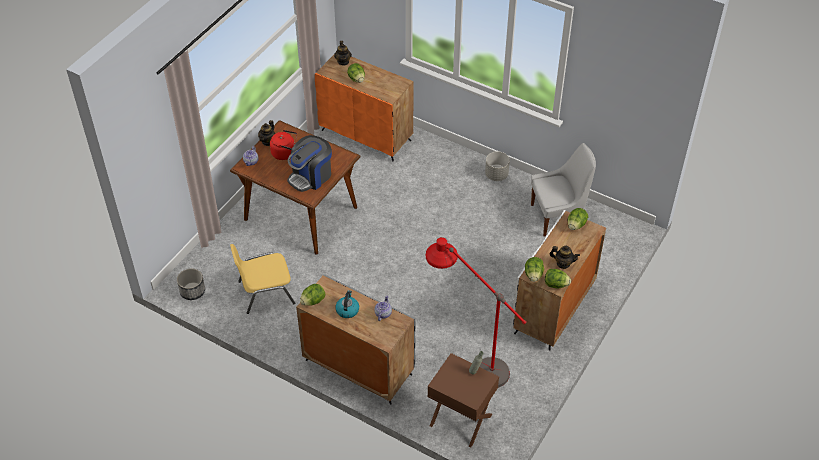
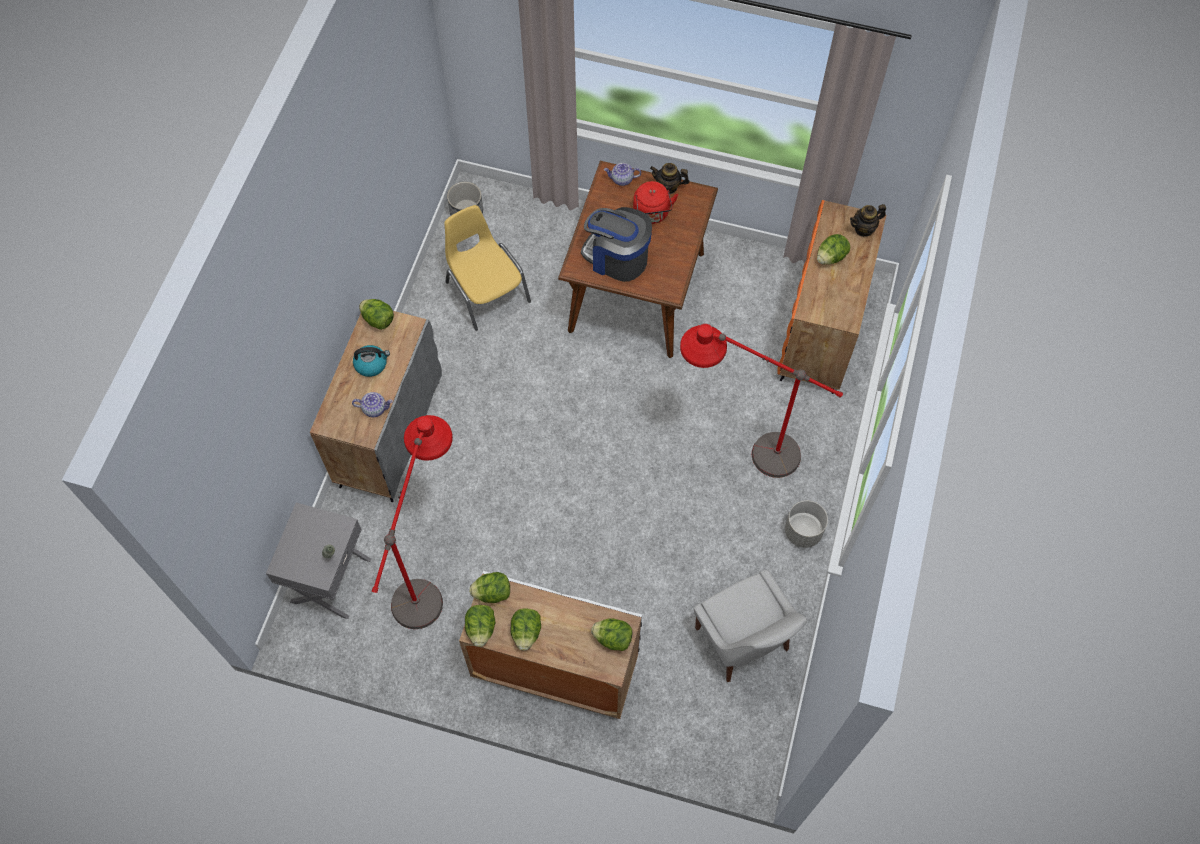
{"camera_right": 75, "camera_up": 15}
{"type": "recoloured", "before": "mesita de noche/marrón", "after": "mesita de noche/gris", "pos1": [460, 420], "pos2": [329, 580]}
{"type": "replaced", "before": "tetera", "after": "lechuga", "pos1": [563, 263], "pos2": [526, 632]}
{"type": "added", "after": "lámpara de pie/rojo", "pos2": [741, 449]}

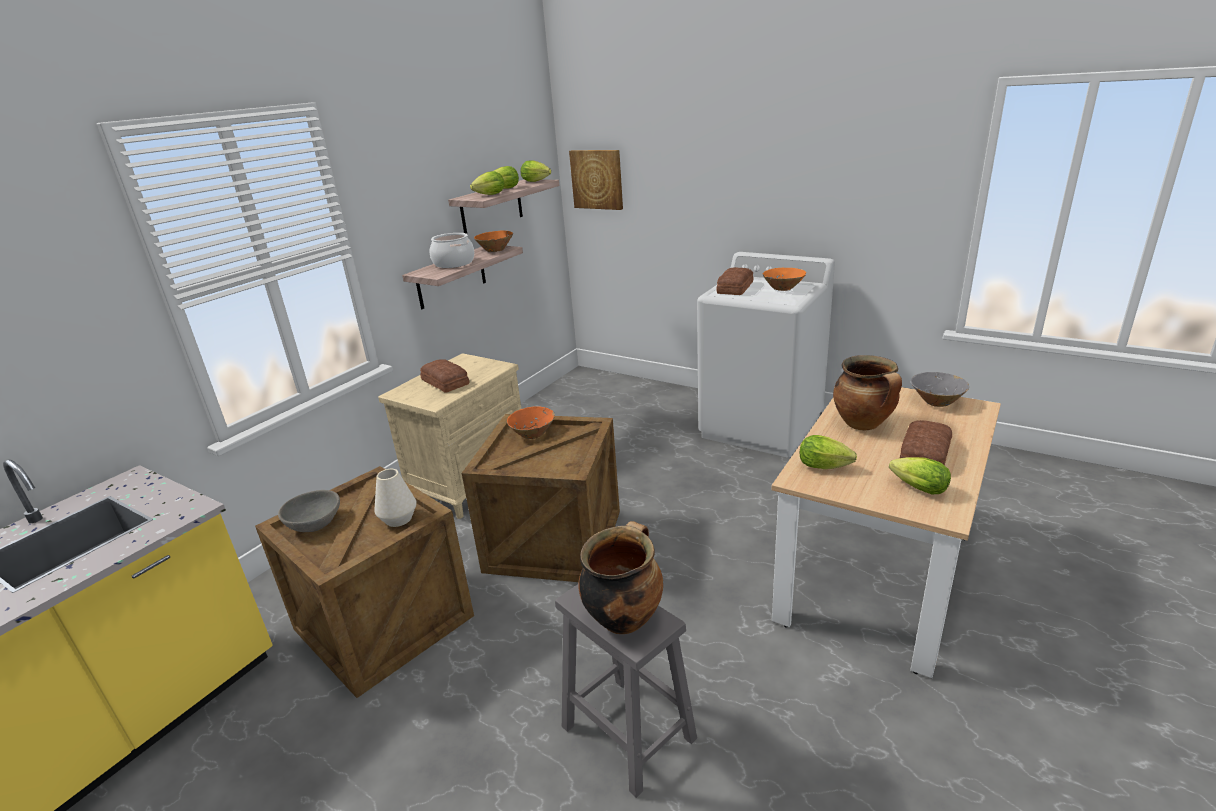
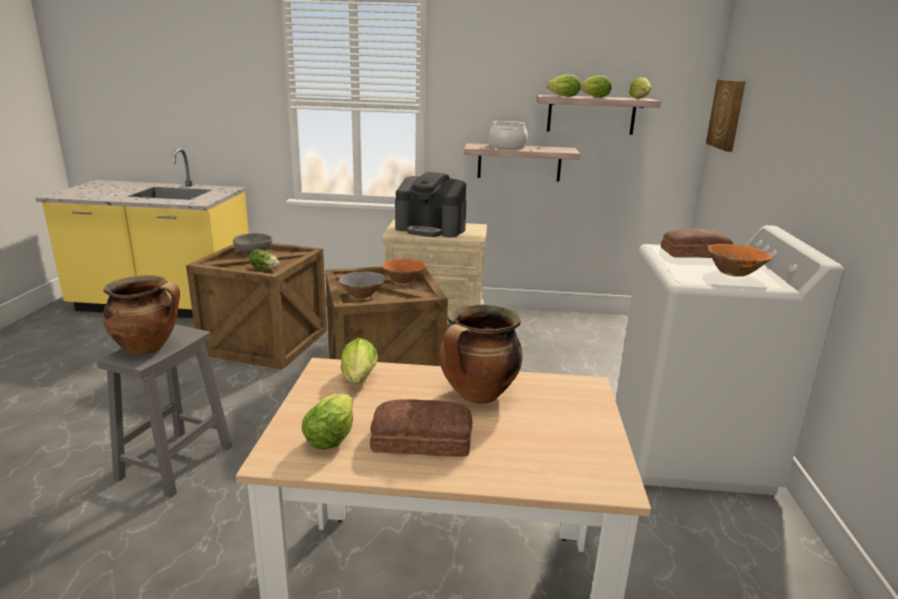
{"camera_right": 60, "camera_up": -5}
{"type": "replaced", "before": "florero/blanco", "after": "lechuga", "pos1": [398, 519], "pos2": [266, 269]}
{"type": "moved", "before": "cuenco/gris", "pos1": [936, 402], "pos2": [362, 295]}
{"type": "replaced", "before": "pan", "after": "cafetera", "pos1": [445, 381], "pos2": [431, 229]}
{"type": "removed", "before": "cuenco/naranja", "pos1": [495, 250]}

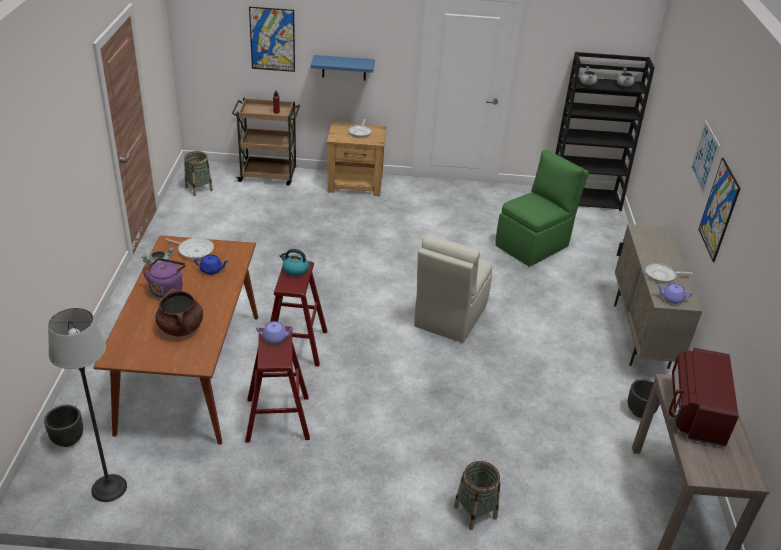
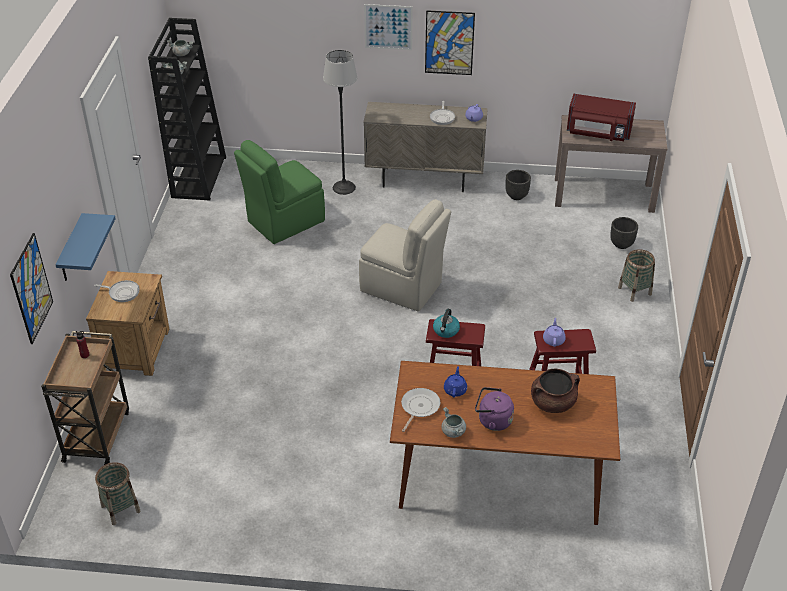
{"camera_right": -85, "camera_up": 5}
{"type": "turned", "before": "silla/verde", "pos1": [533, 245], "pos2": [284, 222], "turn": -90}
{"type": "moved", "before": "lámpara de pie", "pos1": [109, 488], "pos2": [344, 187]}
{"type": "moved", "before": "maceta/negro", "pos1": [67, 440], "pos2": [622, 244]}

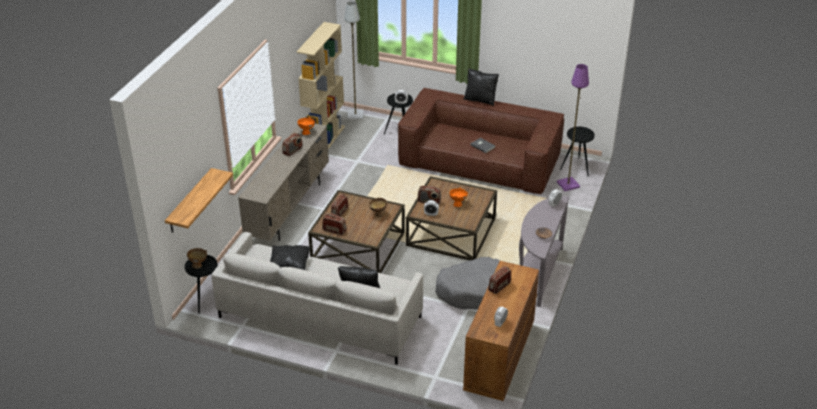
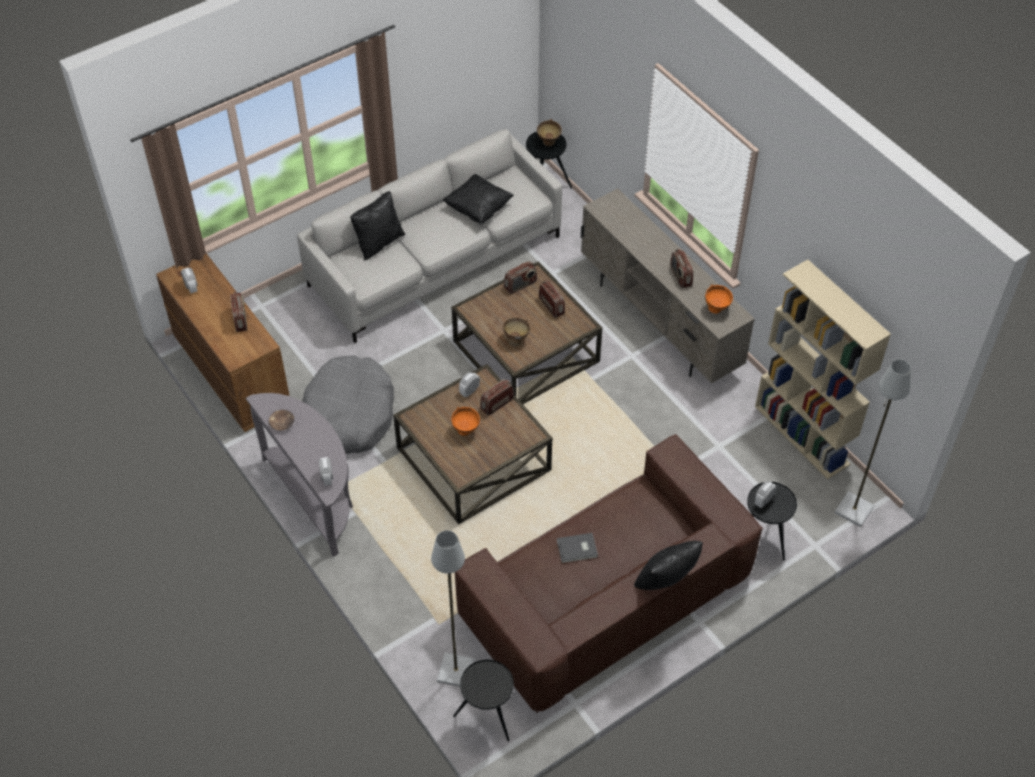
{"camera_right": 125, "camera_up": 15}
{"type": "recoloured", "before": "lámpara de pie/morado", "after": "lámpara de pie/gris", "pos1": [568, 184], "pos2": [456, 671]}
{"type": "removed", "before": "estante", "pos1": [190, 201]}

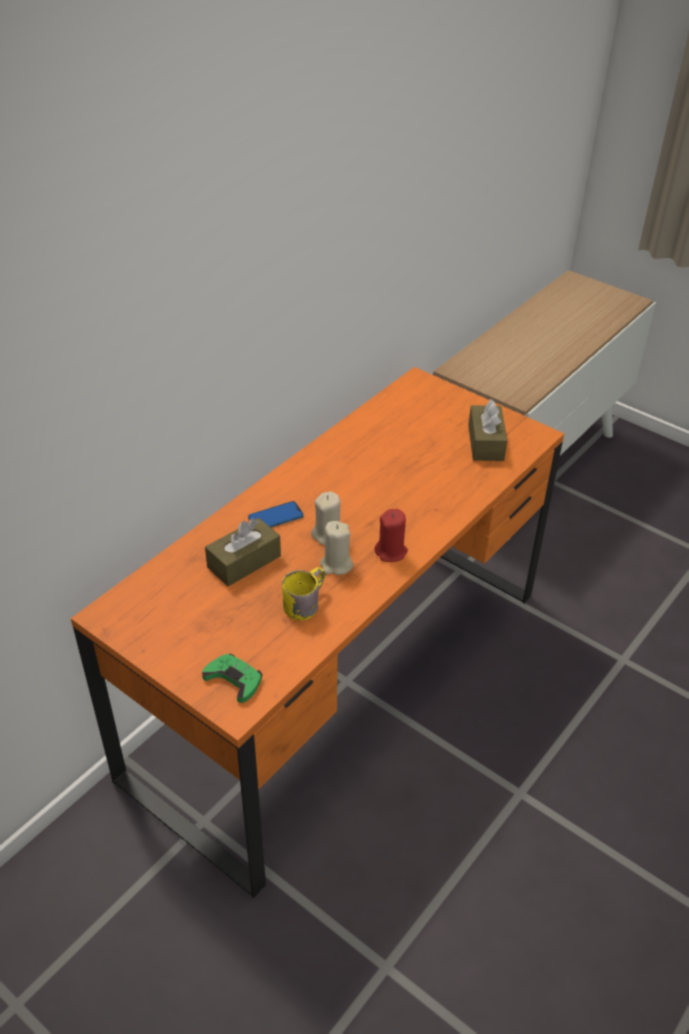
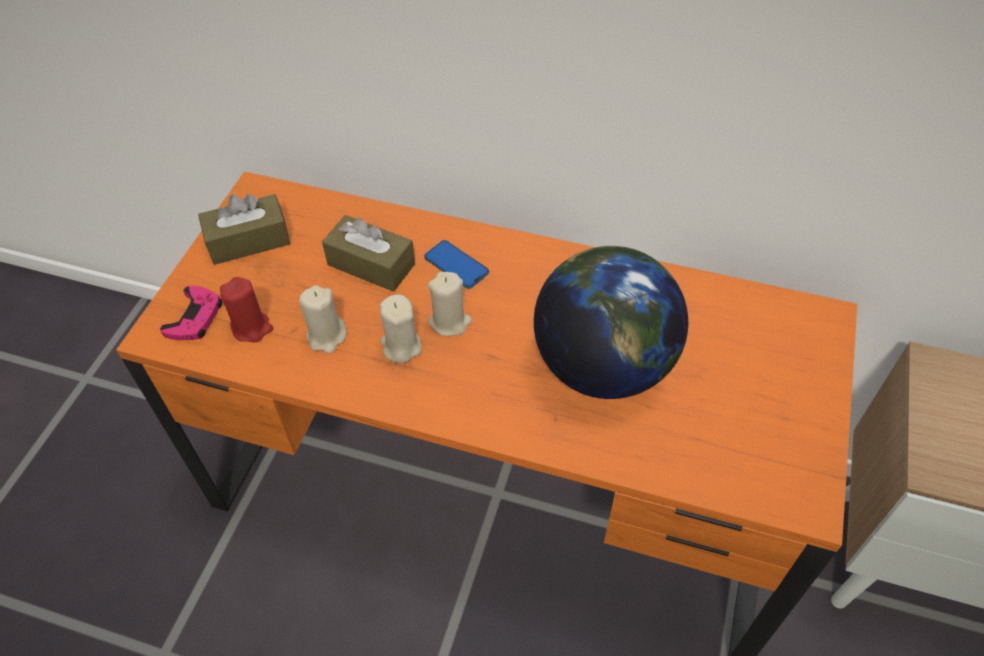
{"camera_right": 70, "camera_up": 10}
{"type": "recoloured", "before": "mando de consola/verde", "after": "mando de consola/rosa", "pos1": [234, 680], "pos2": [195, 318]}
{"type": "moved", "before": "caja de pañuelos/marrón", "pos1": [485, 442], "pos2": [248, 241]}
{"type": "moved", "before": "vela/rojo", "pos1": [391, 552], "pos2": [251, 327]}
{"type": "replaced", "before": "taza grande/amarillo", "after": "vela/beis", "pos1": [303, 602], "pos2": [326, 336]}
{"type": "added", "after": "globo terráqueo", "pos2": [603, 365]}

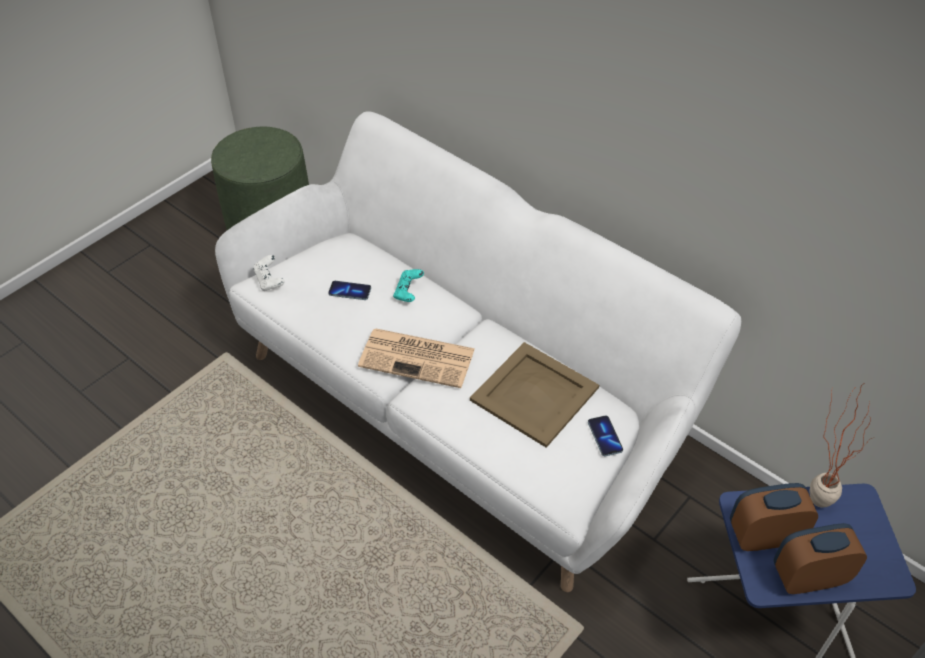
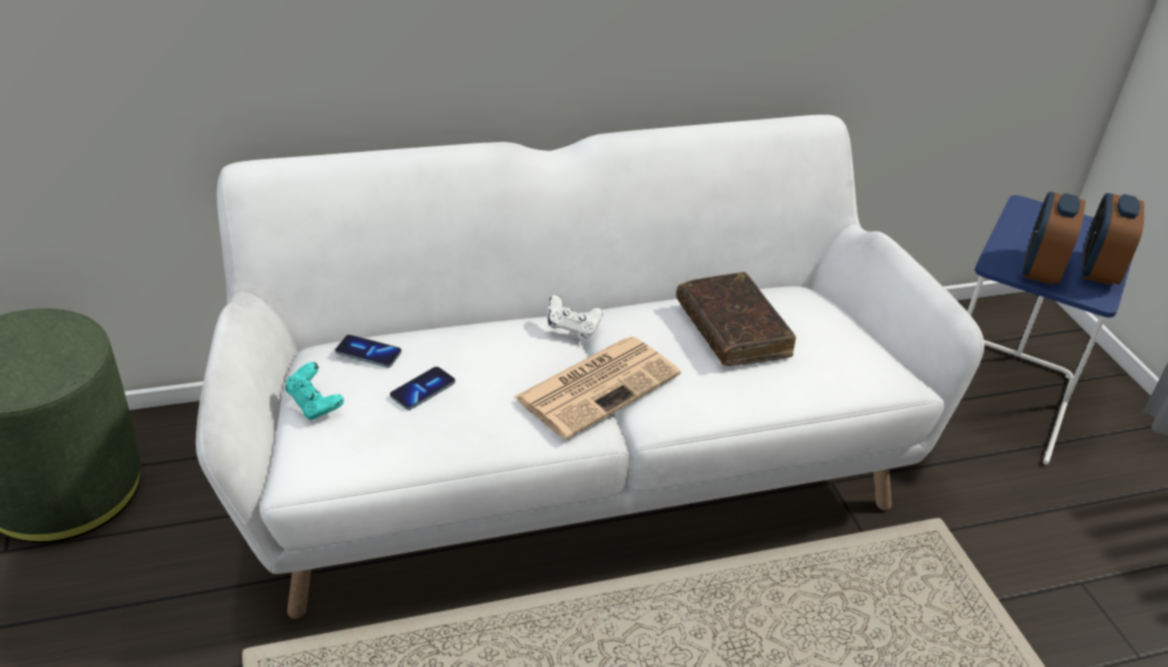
{"camera_right": -60, "camera_up": -10}
{"type": "moved", "before": "mando de consola/turquesa", "pos1": [408, 293], "pos2": [314, 404]}
{"type": "moved", "before": "móvil", "pos1": [605, 436], "pos2": [368, 353]}
{"type": "moved", "before": "mando de consola/blanco", "pos1": [269, 281], "pos2": [572, 328]}
{"type": "replaced", "before": "bandeja/beis", "after": "libro/marrón", "pos1": [533, 394], "pos2": [732, 330]}
{"type": "removed", "before": "planta en maceta", "pos1": [812, 494]}

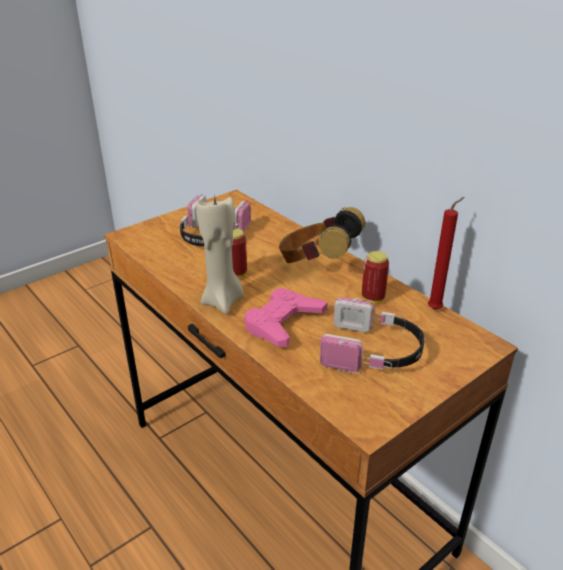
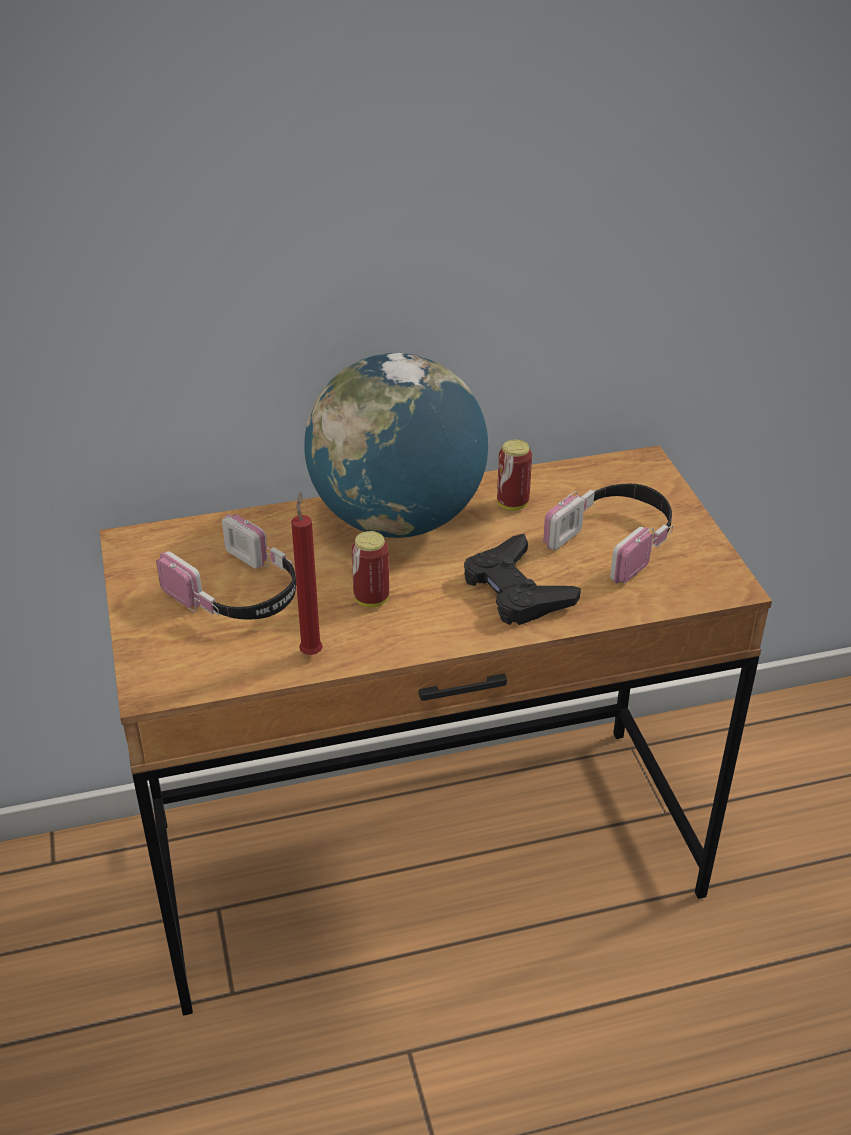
{"camera_right": -65, "camera_up": 5}
{"type": "moved", "before": "vela/rojo", "pos1": [436, 309], "pos2": [311, 651]}
{"type": "replaced", "before": "auriculares", "after": "globo terráqueo", "pos1": [317, 263], "pos2": [397, 520]}
{"type": "recoloured", "before": "mando de consola/rosa", "after": "mando de consola/negro", "pos1": [283, 322], "pos2": [516, 590]}
{"type": "removed", "before": "vela/beis", "pos1": [223, 301]}

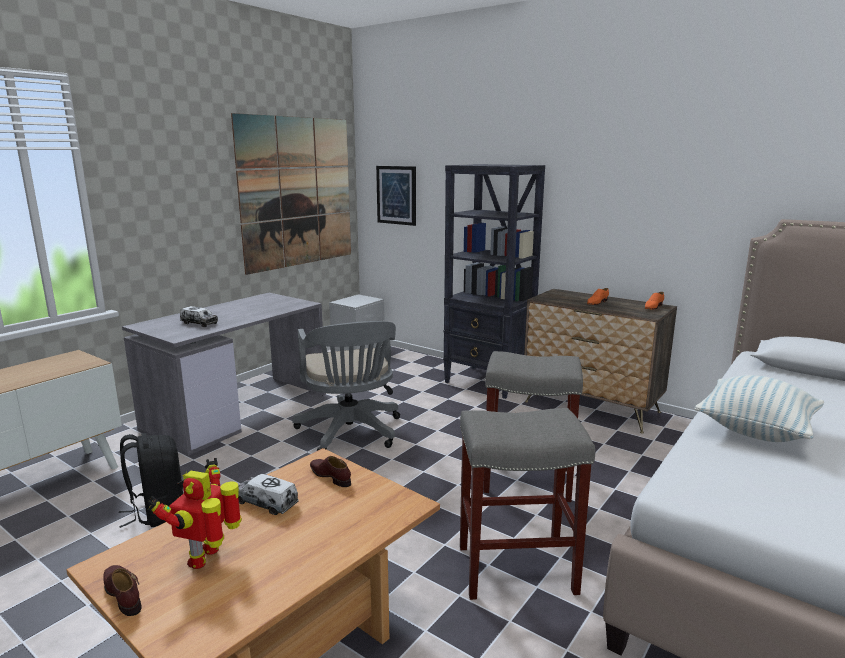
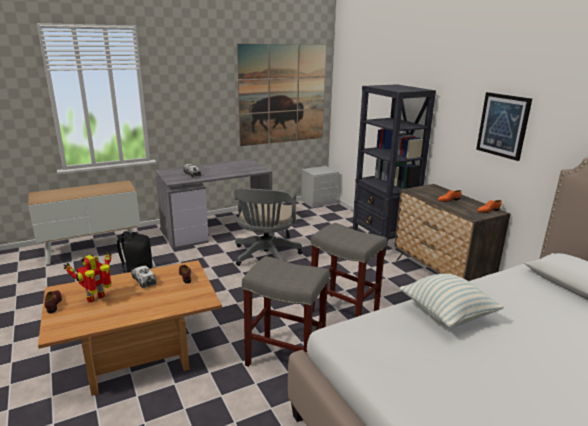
{"camera_right": 25, "camera_up": 5}
{"type": "moved", "before": "cuadro", "pos1": [396, 195], "pos2": [503, 125]}

